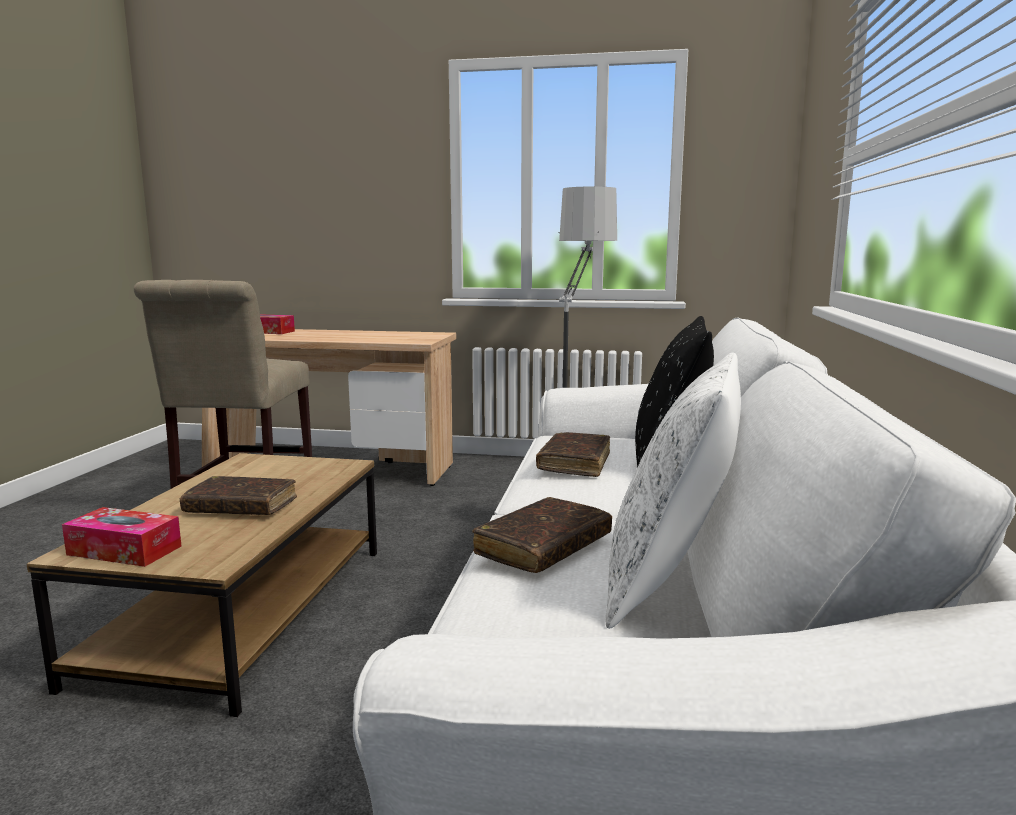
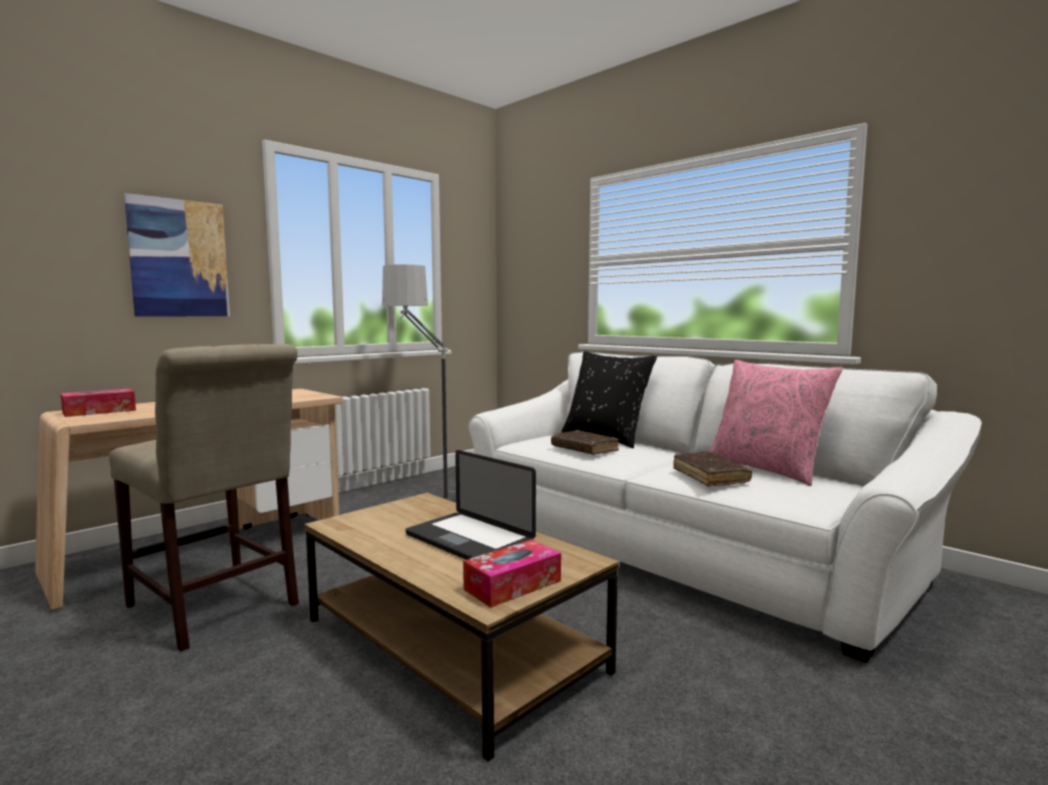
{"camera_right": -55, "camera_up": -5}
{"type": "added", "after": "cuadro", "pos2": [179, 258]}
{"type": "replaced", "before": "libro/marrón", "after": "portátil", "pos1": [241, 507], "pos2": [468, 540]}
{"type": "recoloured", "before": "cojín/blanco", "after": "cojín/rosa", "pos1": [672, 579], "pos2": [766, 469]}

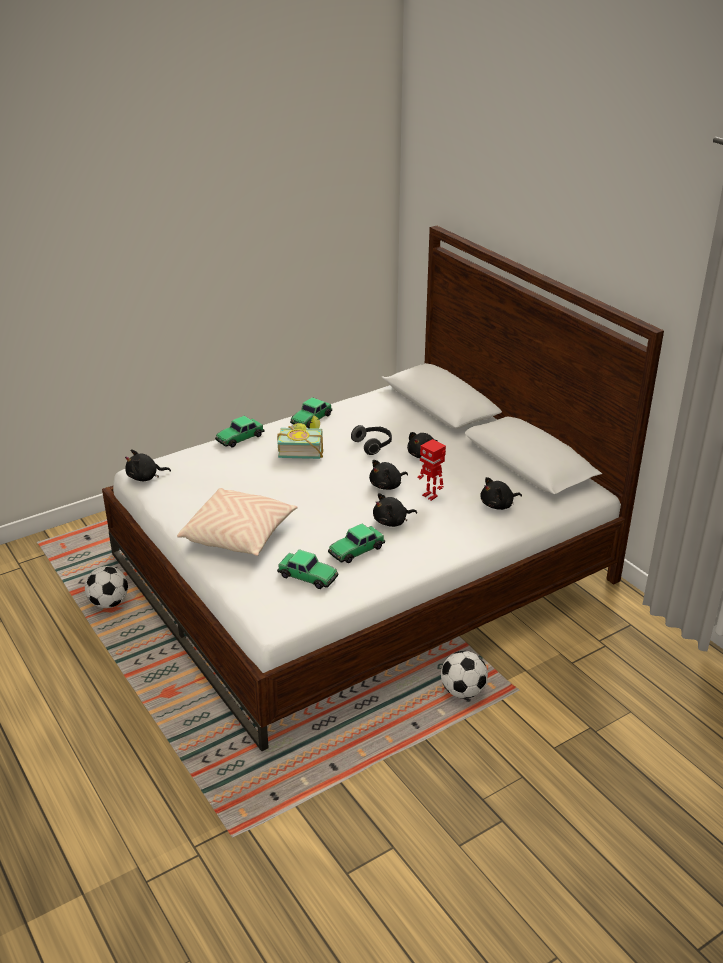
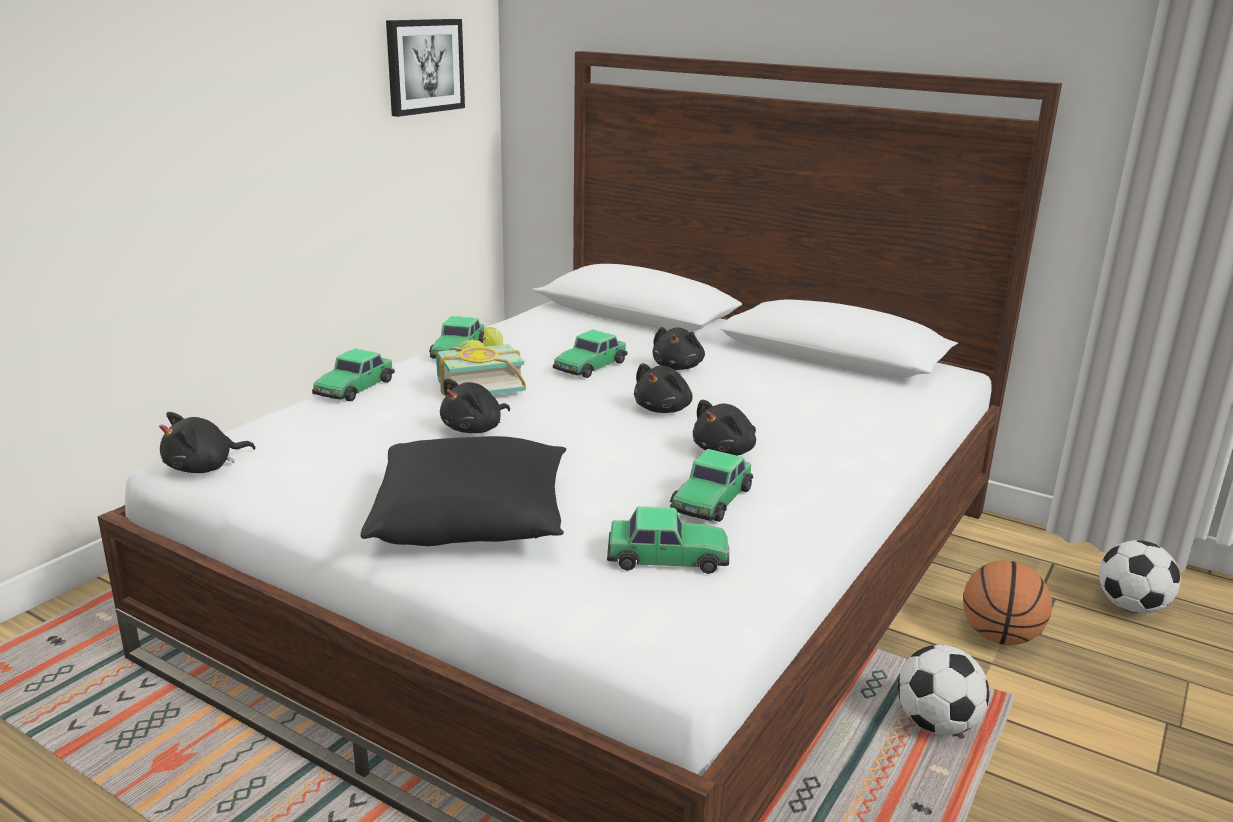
{"camera_right": -25, "camera_up": -10}
{"type": "recoloured", "before": "cojín/beis", "after": "cojín/negro", "pos1": [239, 535], "pos2": [471, 520]}
{"type": "added", "after": "cuadro", "pos2": [424, 66]}
{"type": "moved", "before": "peluche/negro", "pos1": [498, 505], "pos2": [475, 429]}
{"type": "replaced", "before": "auriculares", "after": "coche de juguete", "pos1": [373, 445], "pos2": [590, 366]}
{"type": "added", "after": "balón de baloncesto", "pos2": [999, 637]}
{"type": "moved", "before": "balón de fútbol", "pos1": [109, 603], "pos2": [1130, 607]}
{"type": "removed", "before": "robot de juguete", "pos1": [430, 496]}

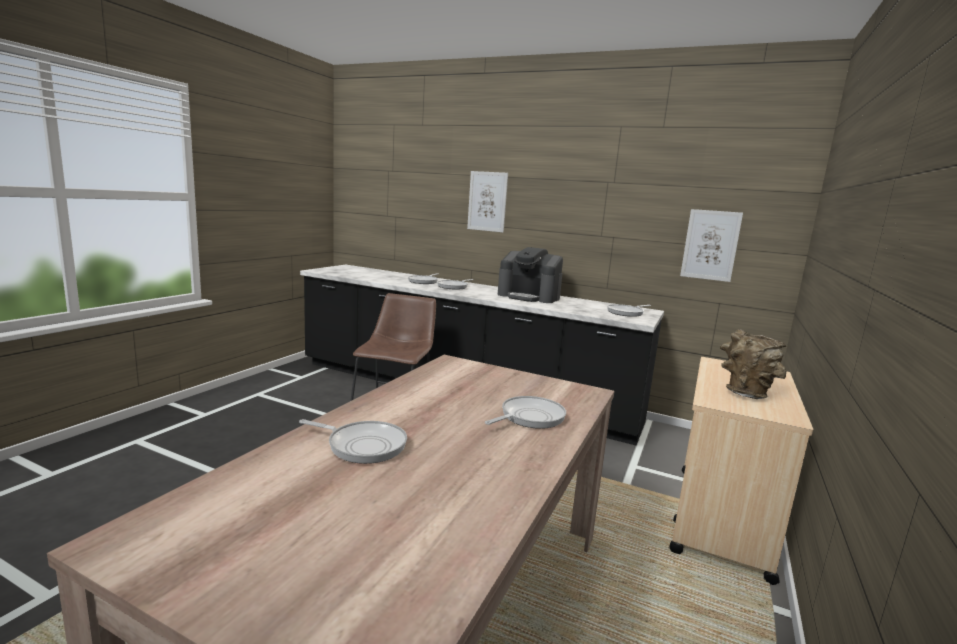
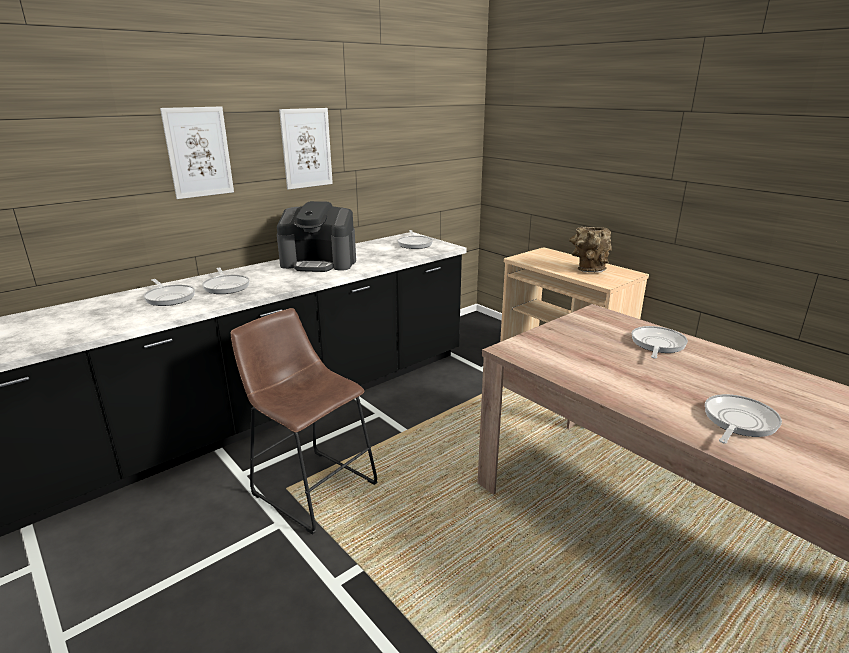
{"camera_right": -65, "camera_up": 10}
{"type": "turned", "before": "cafetera", "pos1": [529, 296], "pos2": [319, 262], "turn": 45}
{"type": "moved", "before": "cuadro", "pos1": [710, 245], "pos2": [306, 148]}
{"type": "turned", "before": "sartén", "pos1": [529, 417], "pos2": [657, 344], "turn": 45}

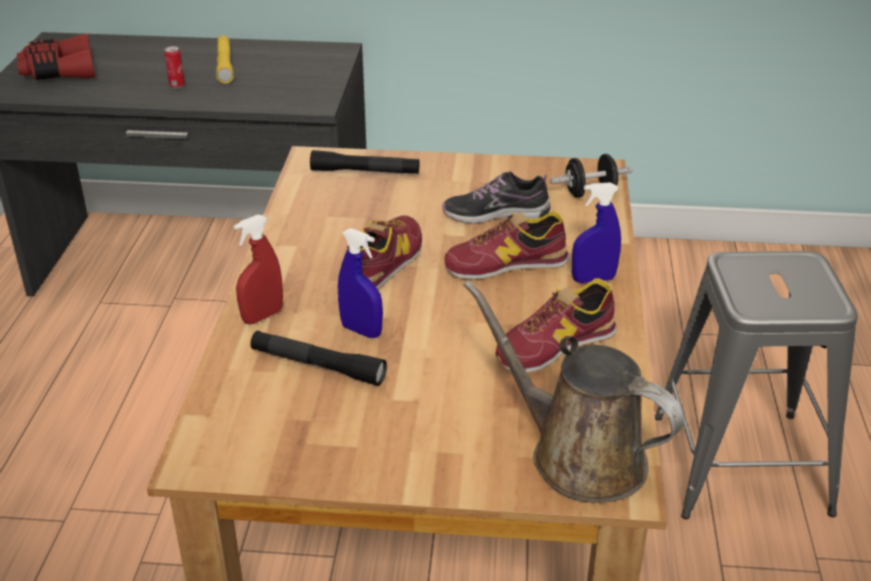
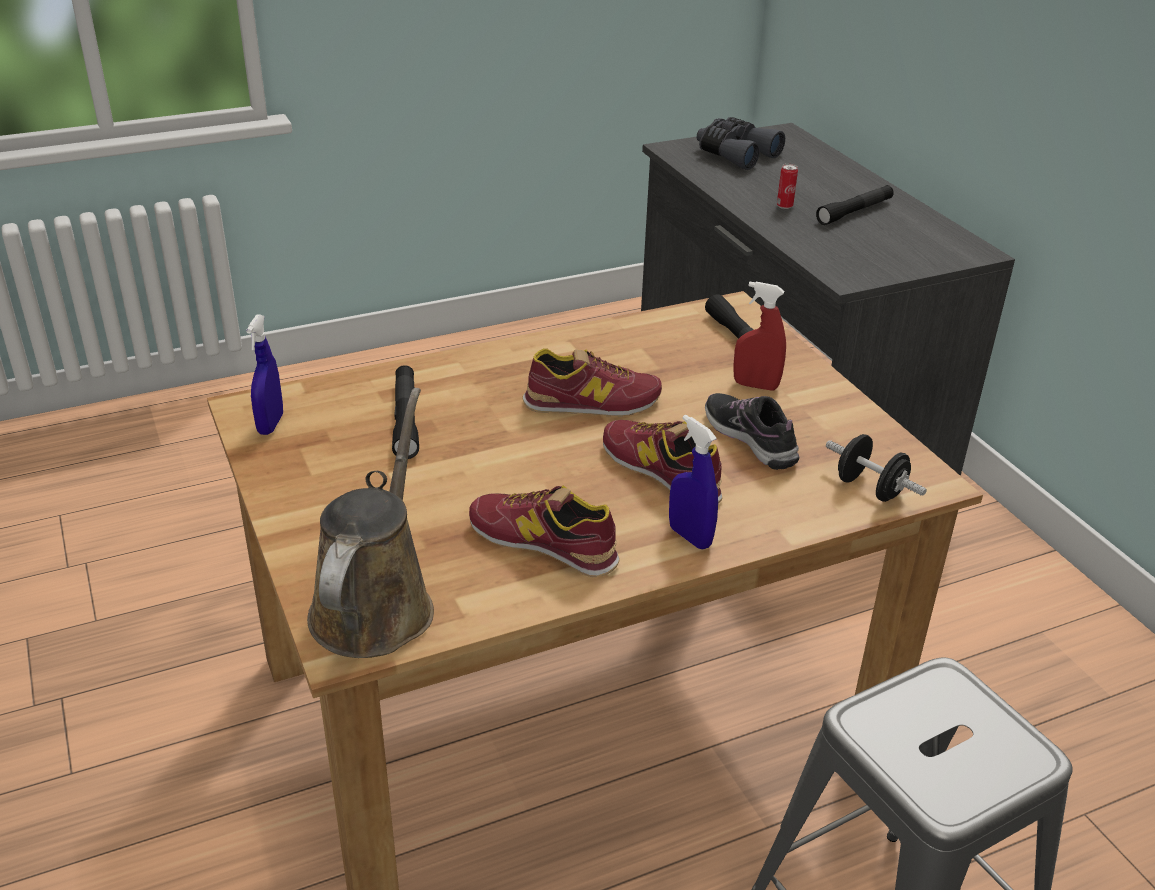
{"camera_right": 60, "camera_up": 0}
{"type": "moved", "before": "pulverizador/azul", "pos1": [361, 331], "pos2": [270, 424]}
{"type": "recoloured", "before": "prismáticos/rojo", "after": "prismáticos/gris", "pos1": [59, 72], "pos2": [735, 154]}
{"type": "moved", "before": "pulverizador/rojo", "pos1": [262, 316], "pos2": [755, 385]}
{"type": "recoloured", "before": "linterna/amarillo", "after": "linterna/negro", "pos1": [225, 65], "pos2": [855, 212]}

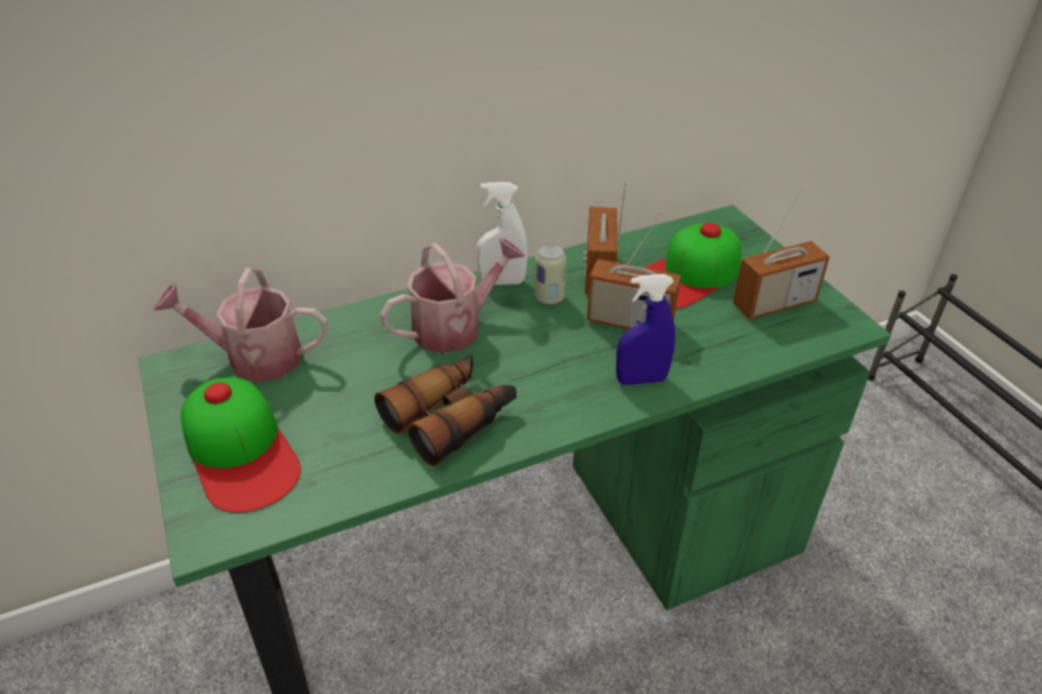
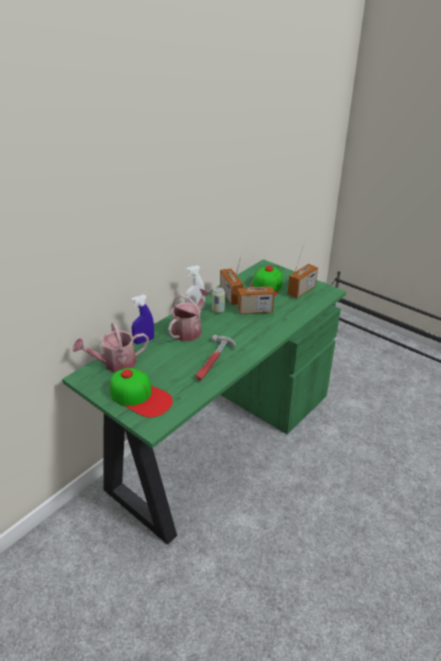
{"camera_right": -25, "camera_up": -5}
{"type": "moved", "before": "pulverizador/azul", "pos1": [641, 380], "pos2": [144, 341]}
{"type": "replaced", "before": "prismáticos", "after": "martillo", "pos1": [451, 417], "pos2": [213, 361]}

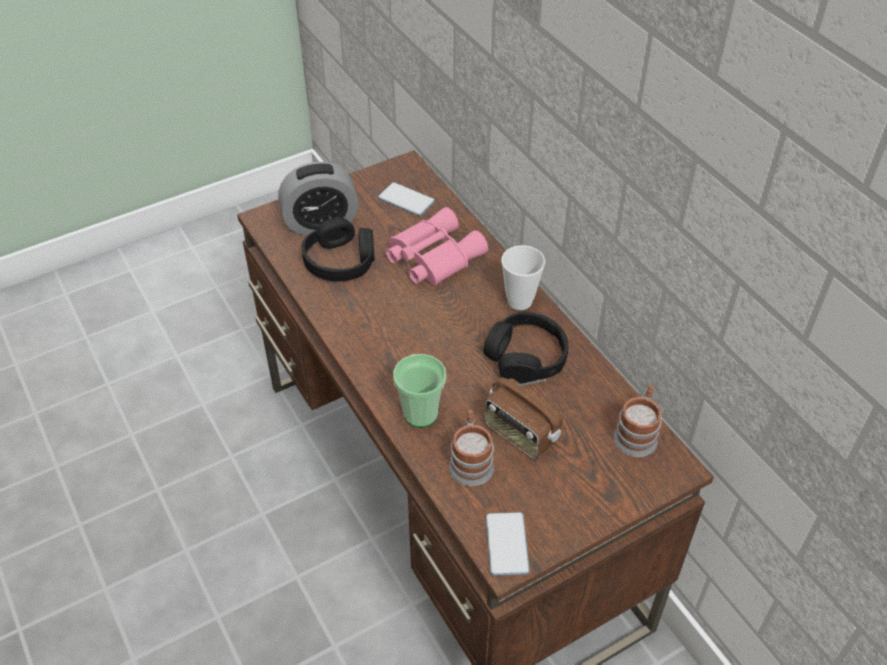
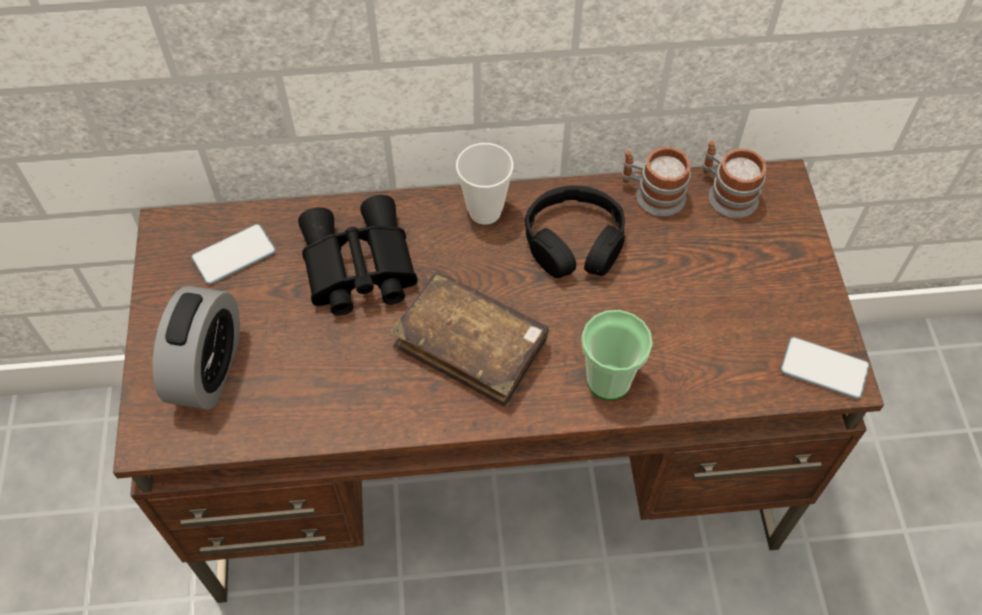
{"camera_right": -65, "camera_up": 10}
{"type": "recoloured", "before": "prismáticos/rosa", "after": "prismáticos/negro", "pos1": [431, 256], "pos2": [356, 268]}
{"type": "added", "after": "libro/marrón", "pos2": [471, 346]}
{"type": "moved", "before": "taza grande", "pos1": [471, 461], "pos2": [652, 194]}
{"type": "removed", "before": "auriculares/negro", "pos1": [340, 261]}
{"type": "removed", "before": "radio", "pos1": [520, 434]}

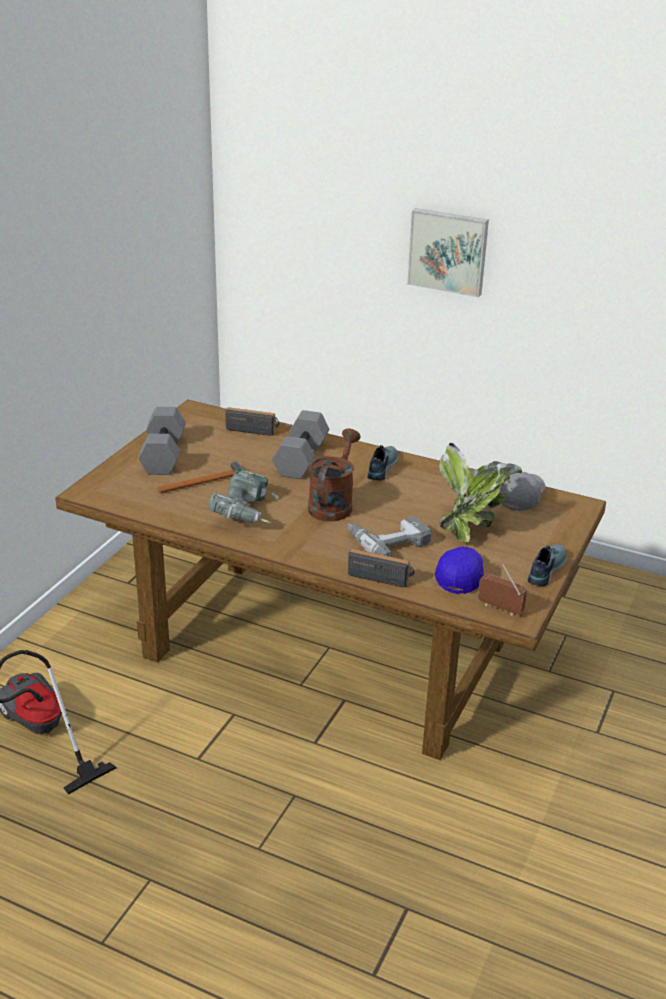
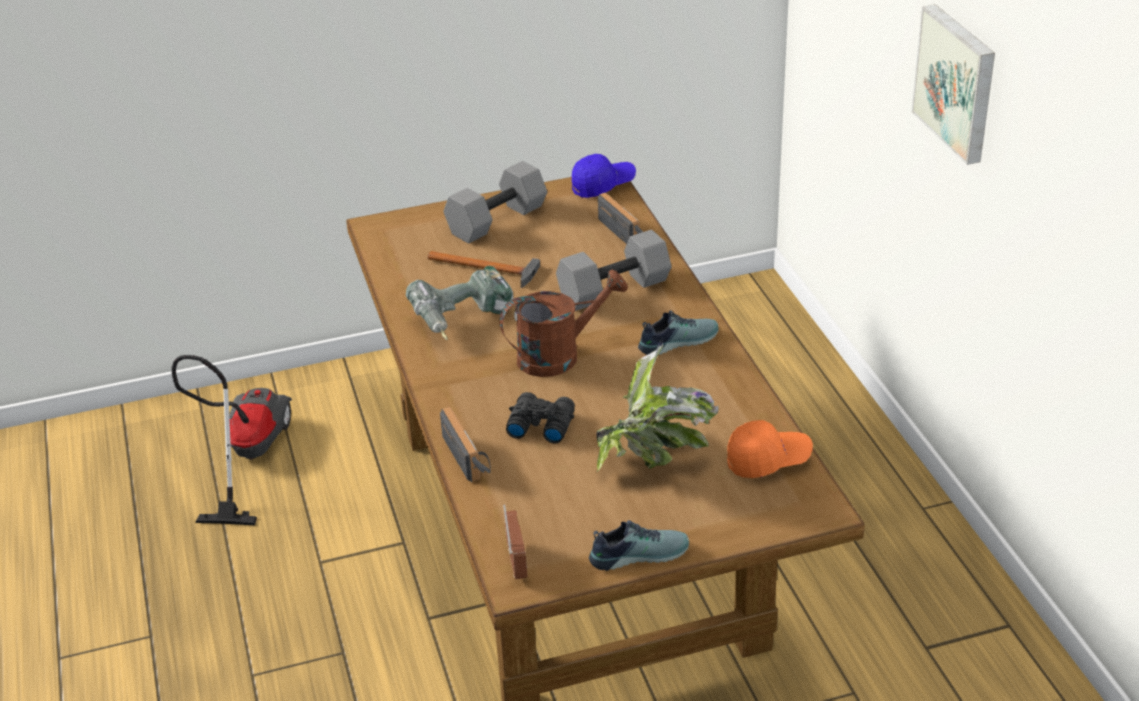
{"camera_right": 50, "camera_up": 5}
{"type": "replaced", "before": "taladro", "after": "prismáticos/negro", "pos1": [387, 541], "pos2": [540, 424]}
{"type": "moved", "before": "gorra/azul", "pos1": [460, 576], "pos2": [603, 185]}
{"type": "recoloured", "before": "gorra/gris", "after": "gorra/naranja", "pos1": [521, 497], "pos2": [768, 460]}

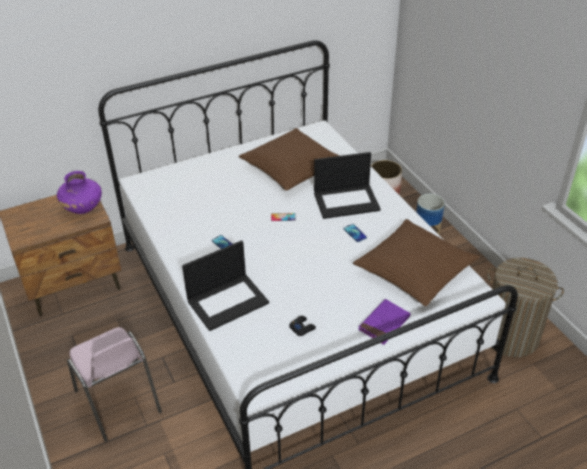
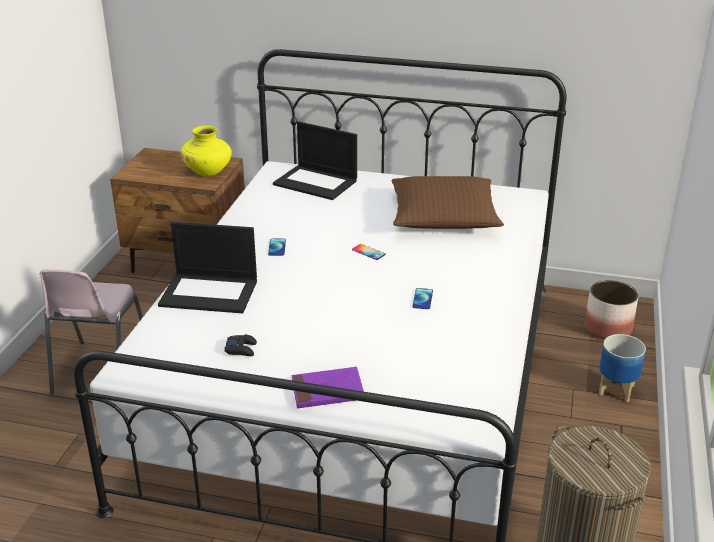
{"camera_right": 40, "camera_up": -10}
{"type": "recoloured", "before": "florero/morado", "after": "florero/amarillo", "pos1": [83, 208], "pos2": [208, 172]}
{"type": "moved", "before": "portátil", "pos1": [347, 201], "pos2": [316, 182]}
{"type": "removed", "before": "cojín/marrón", "pos1": [414, 270]}

